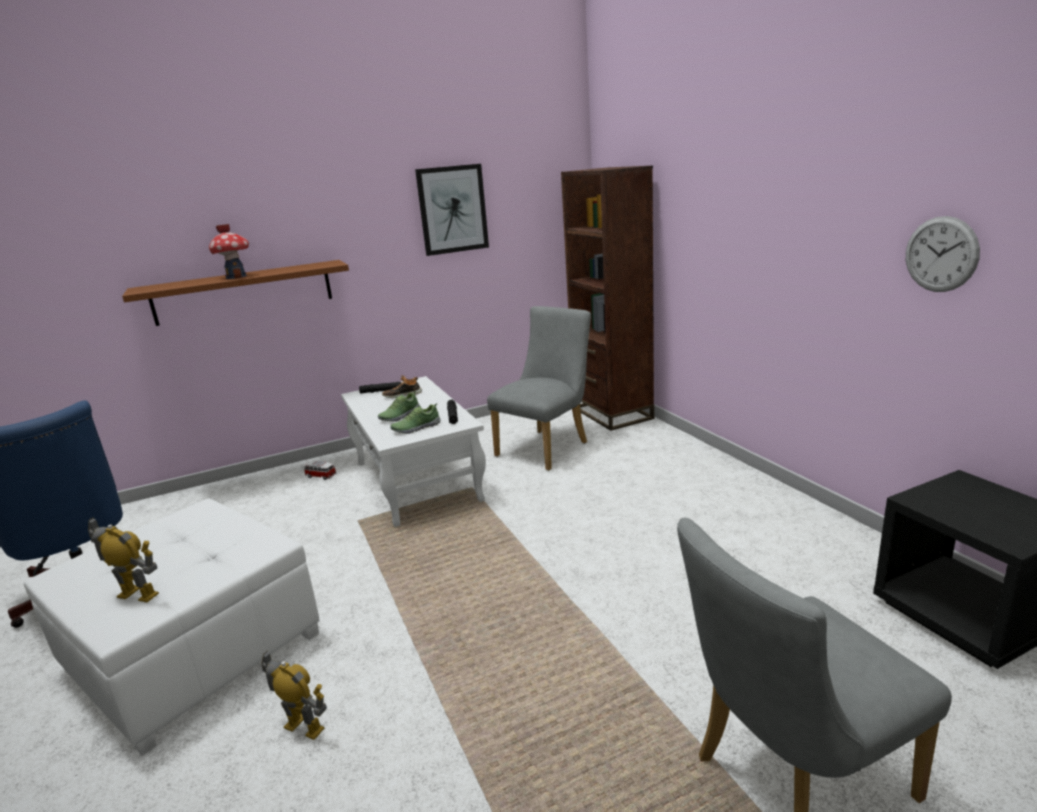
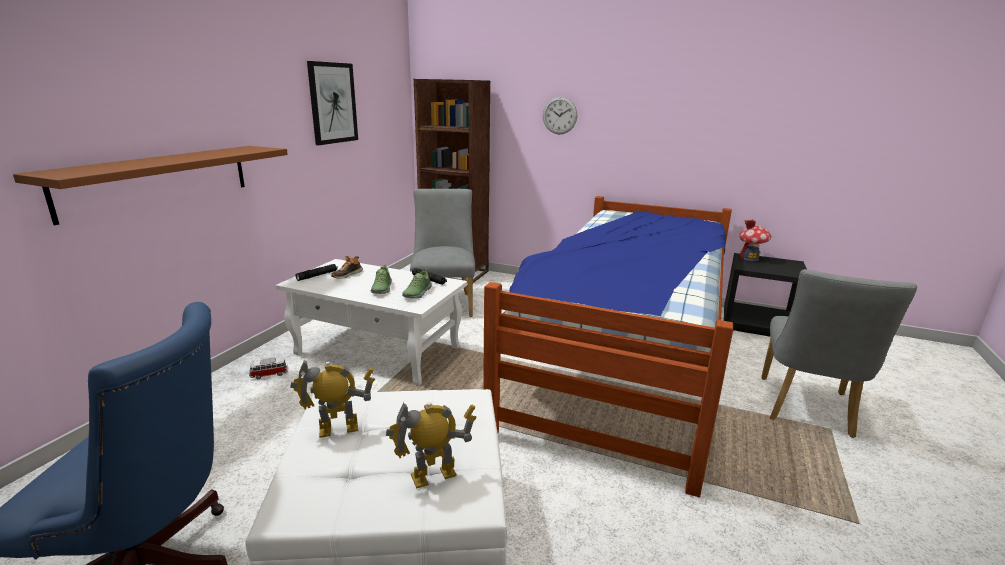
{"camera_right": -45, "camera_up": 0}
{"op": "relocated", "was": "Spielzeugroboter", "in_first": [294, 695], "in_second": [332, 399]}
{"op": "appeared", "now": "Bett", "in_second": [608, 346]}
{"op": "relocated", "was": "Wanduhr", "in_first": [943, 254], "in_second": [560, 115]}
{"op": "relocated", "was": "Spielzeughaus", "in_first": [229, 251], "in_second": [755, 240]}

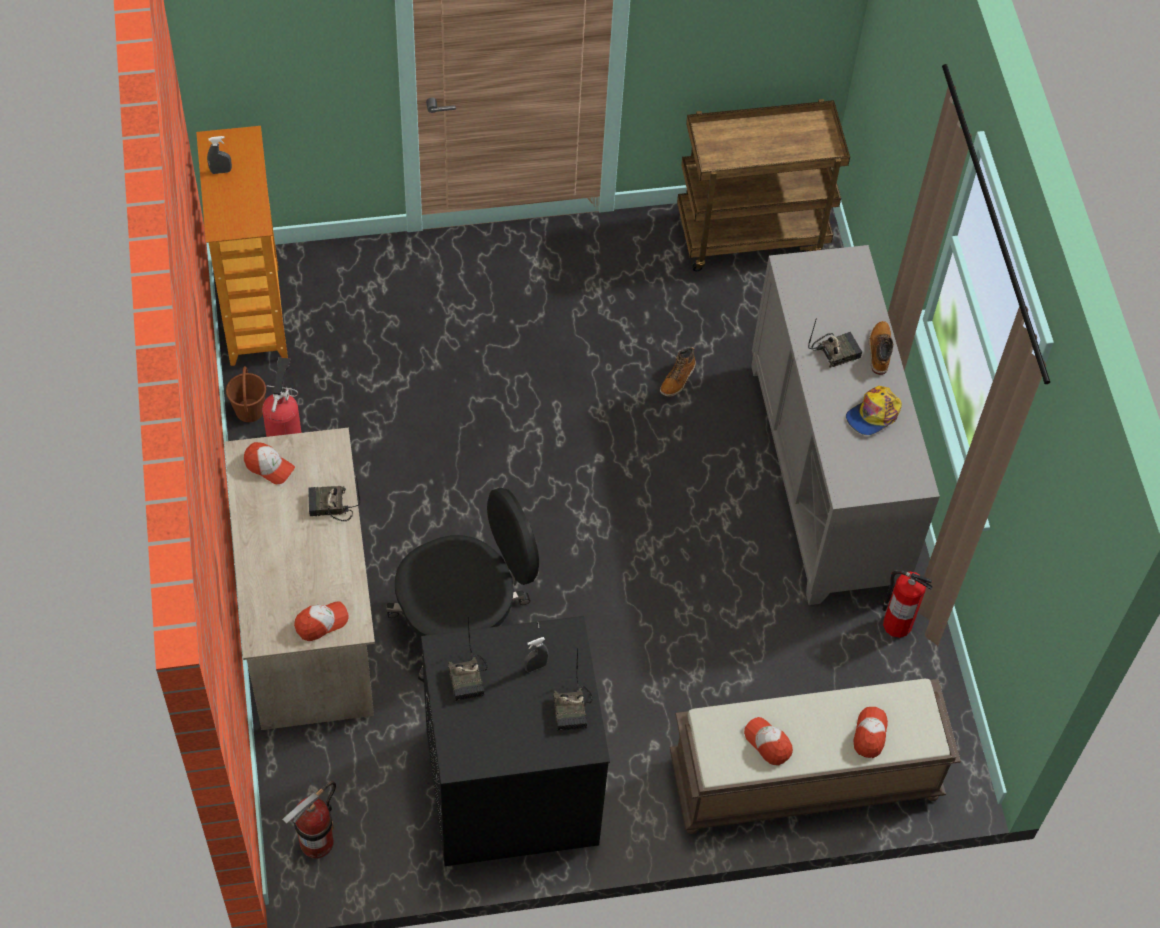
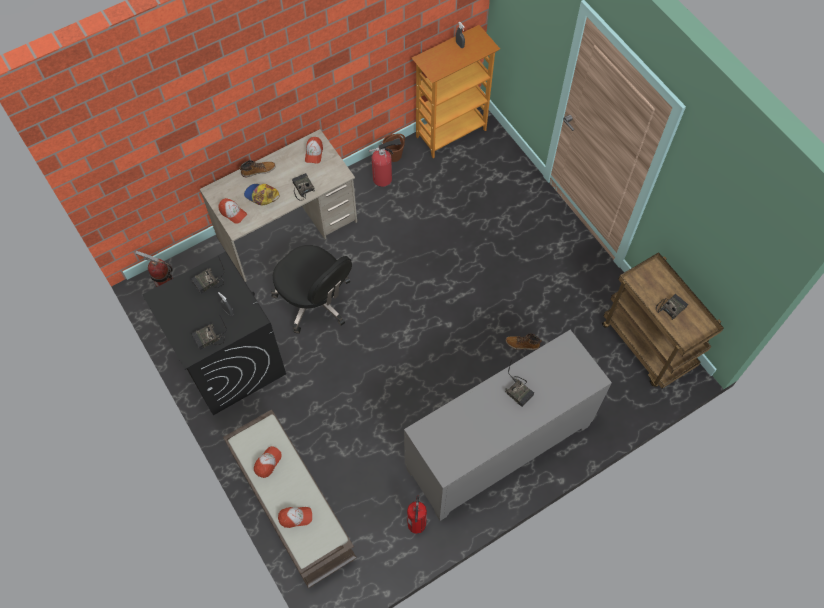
{"camera_right": 70, "camera_up": 5}
{"op": "relocated", "was": "Stiefel", "in_first": [881, 348], "in_second": [257, 168]}
{"op": "relocated", "was": "Kappe", "in_first": [874, 410], "in_second": [262, 194]}
{"op": "appeared", "now": "Radio", "in_second": [672, 307]}

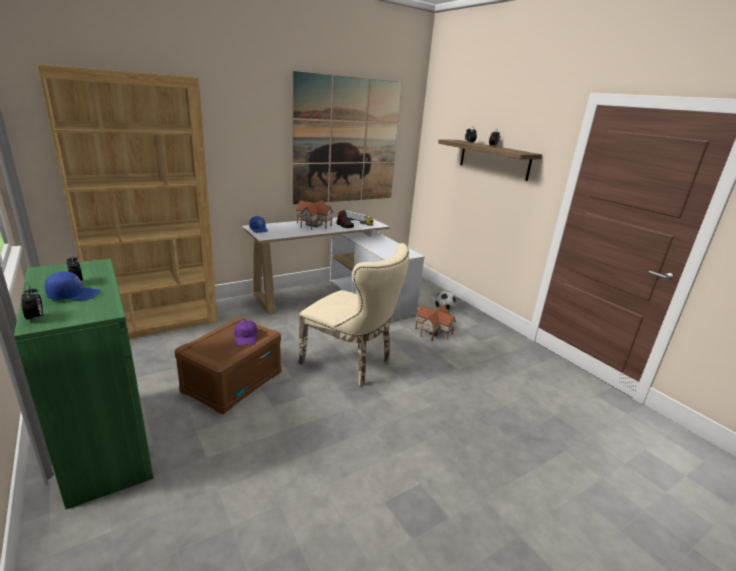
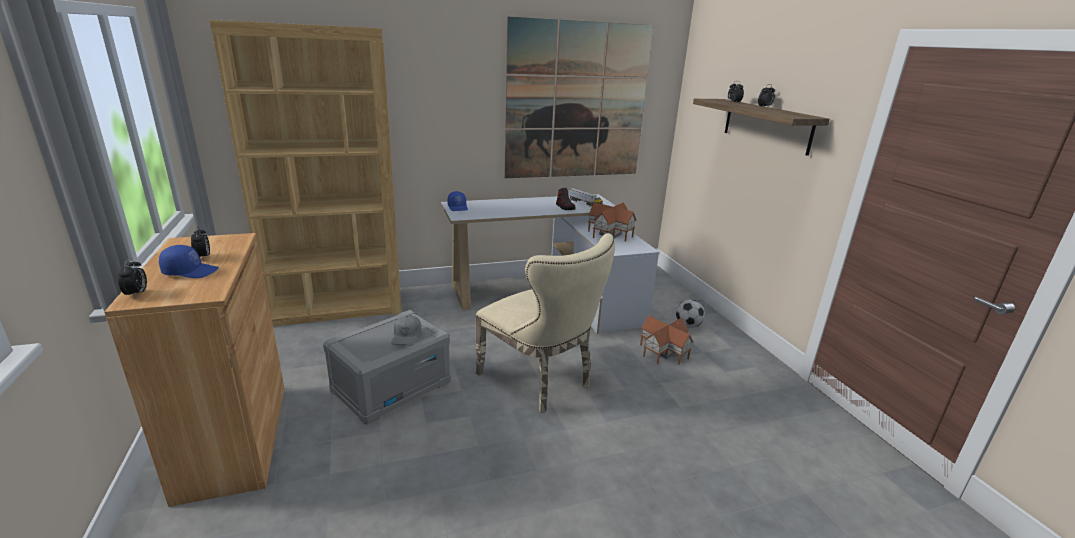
{"camera_right": 15, "camera_up": 0}
{"op": "colour", "was": "Schrank (grün)", "now": "Schrank (braun)", "in_first": [84, 384], "in_second": [194, 370]}
{"op": "colour", "was": "Aufbewahrungsbox (braun)", "now": "Aufbewahrungsbox (grau)", "in_first": [228, 365], "in_second": [387, 367]}
{"op": "colour", "was": "Kappe (lila)", "now": "Kappe (grau)", "in_first": [246, 333], "in_second": [406, 330]}
{"op": "relocated", "was": "Spielzeughaus", "in_first": [314, 215], "in_second": [612, 222]}

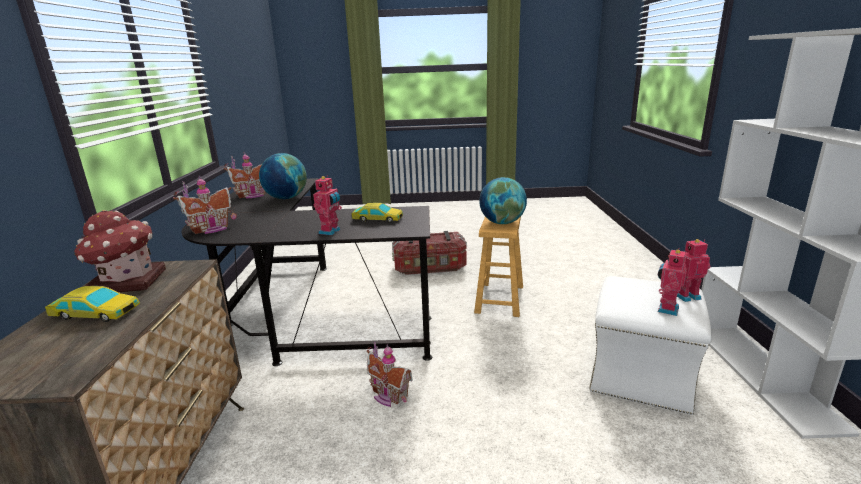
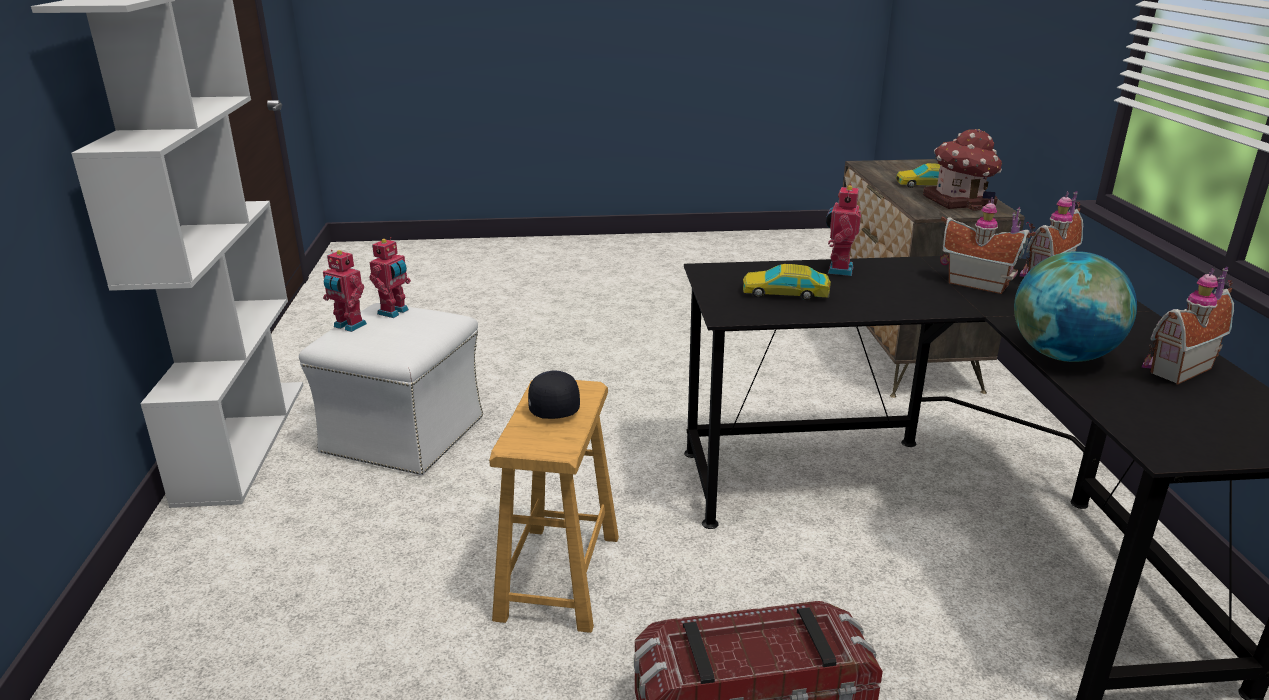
{"camera_right": 175, "camera_up": 5}
{"op": "spun", "was": "Spielzeugroboter", "in_first": [694, 270], "in_second": [345, 291], "clockwise": 45}
{"op": "exchanged", "was": "Globus", "now": "Kappe (schwarz)", "in_first": [503, 200], "in_second": [554, 395]}
{"op": "relocated", "was": "Spielzeughaus", "in_first": [390, 374], "in_second": [988, 246]}

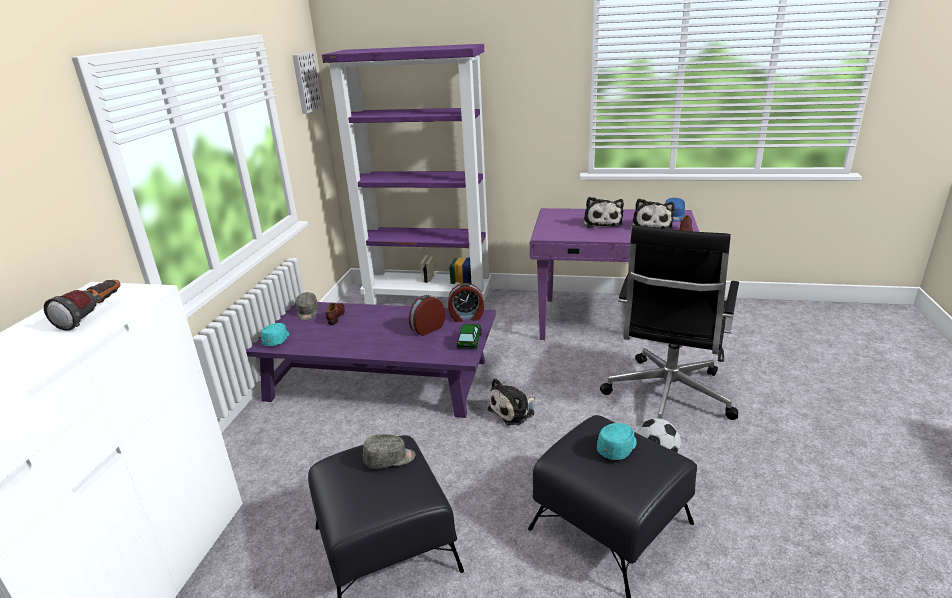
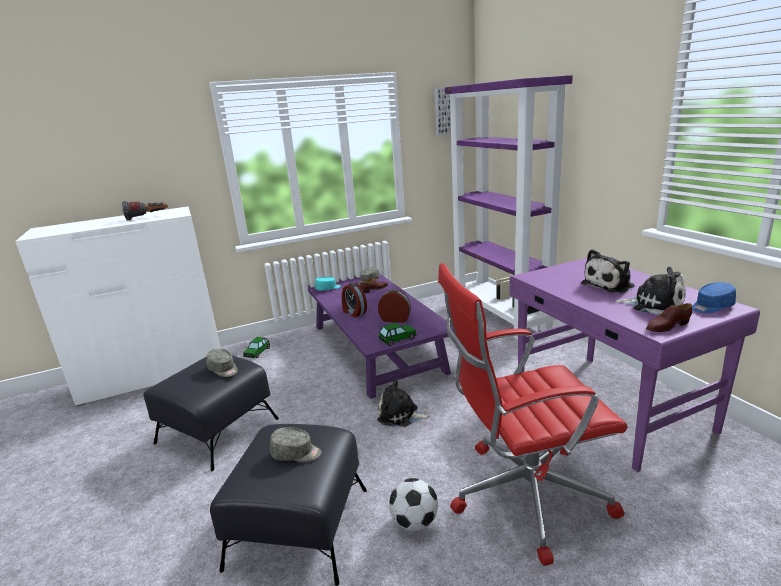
{"camera_right": 55, "camera_up": -5}
{"op": "appeared", "now": "Spielzeugauto", "in_second": [256, 347]}
{"op": "colour", "was": "Kappe (türkis)", "now": "Kappe (grau)", "in_first": [617, 441], "in_second": [295, 444]}
{"op": "relocated", "was": "Wecker", "in_first": [466, 302], "in_second": [354, 300]}
{"op": "colour", "was": "Bürostuhl (schwarz)", "now": "Bürostuhl (rot)", "in_first": [669, 322], "in_second": [533, 414]}
{"op": "spun", "was": "Plüschtier", "in_first": [654, 214], "in_second": [650, 291], "clockwise": -120}

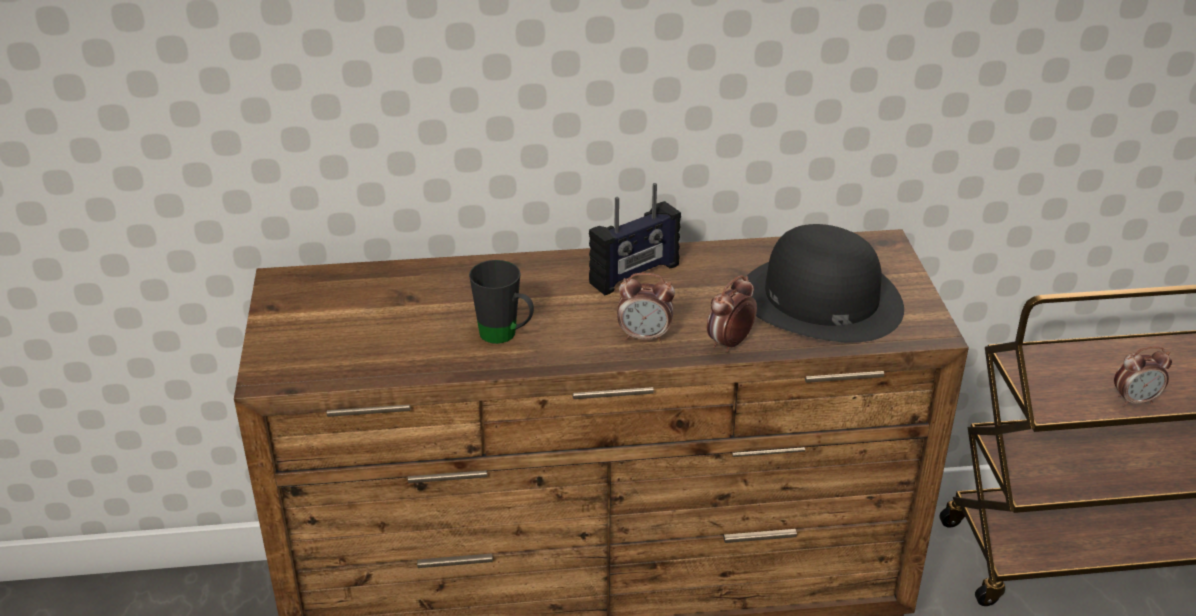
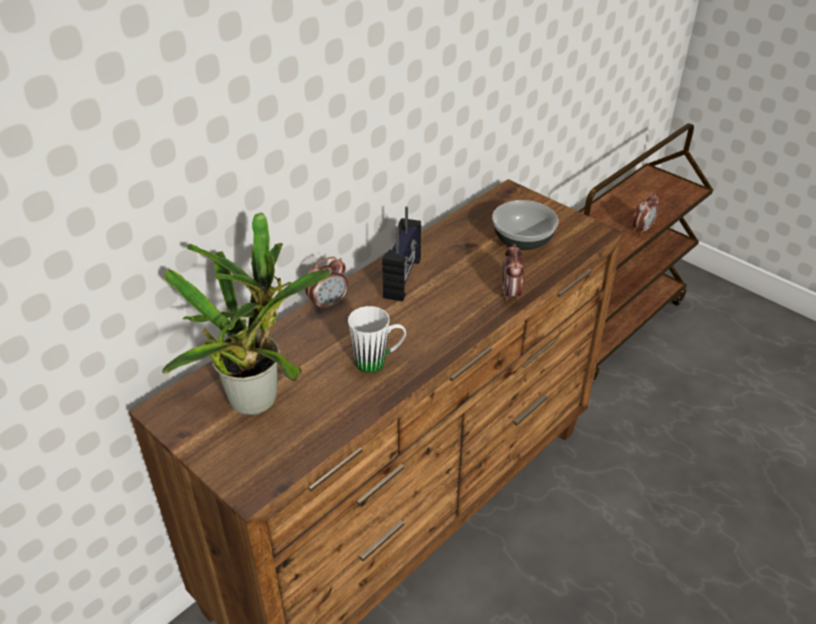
{"camera_right": -40, "camera_up": 5}
{"op": "appeared", "now": "Topfpflanze", "in_second": [246, 313]}
{"op": "relocated", "was": "Wecker", "in_first": [646, 307], "in_second": [326, 284]}
{"op": "colour", "was": "Henkelbecher (schwarz)", "now": "Henkelbecher (weiß)", "in_first": [501, 302], "in_second": [377, 339]}
{"op": "exchanged", "was": "Hut (schwarz)", "now": "Schüssel", "in_first": [825, 283], "in_second": [525, 225]}

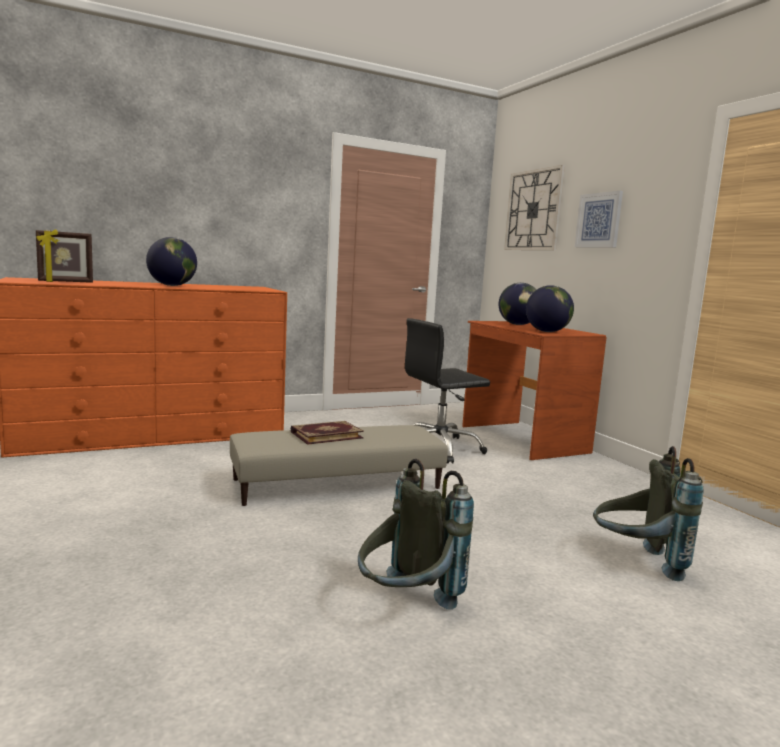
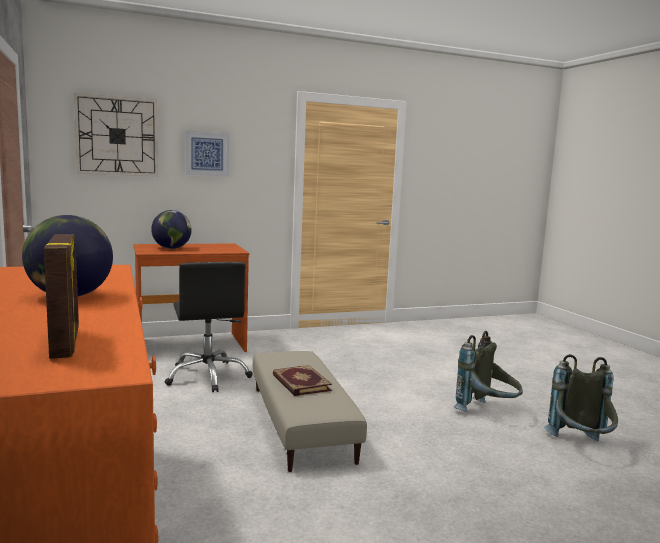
{"camera_right": -85, "camera_up": 0}
{"op": "relocated", "was": "Rucksack (grau)", "in_first": [648, 513], "in_second": [581, 397]}
{"op": "missing", "was": "Globus", "in_first": [550, 308]}

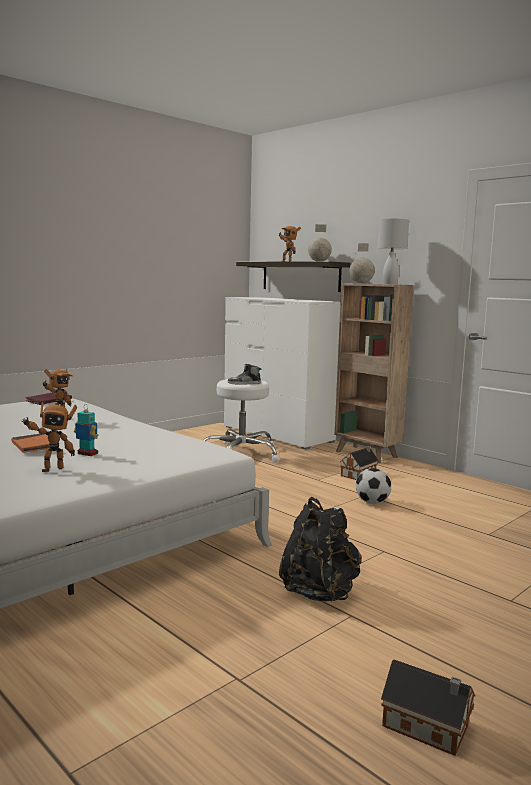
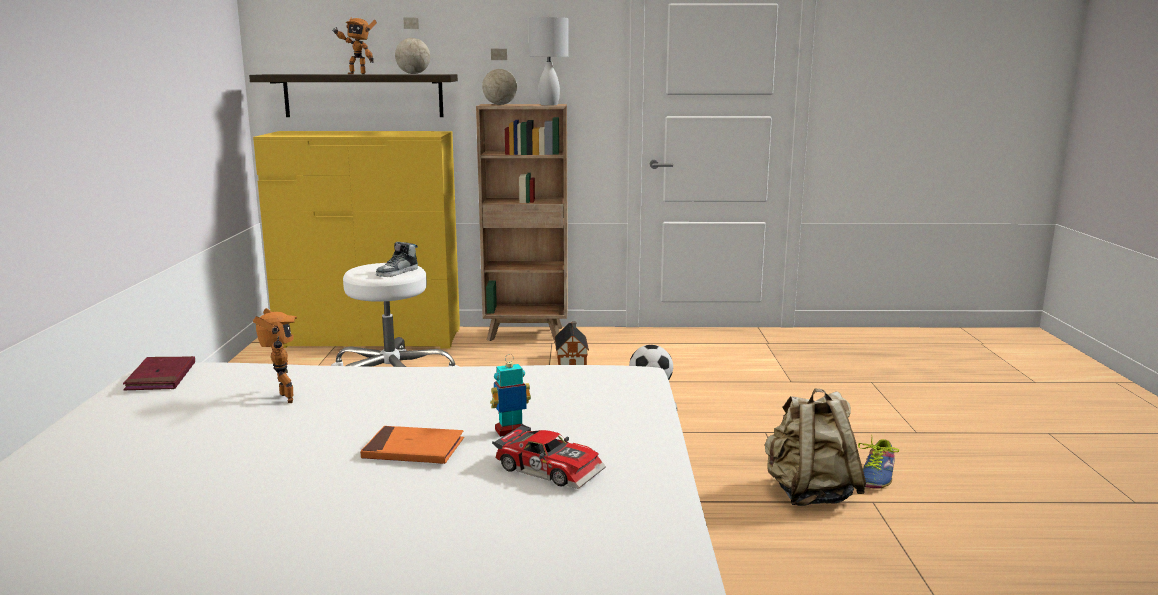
{"camera_right": -45, "camera_up": 5}
{"op": "colour", "was": "Kommode (weiß)", "now": "Kommode (gelb)", "in_first": [282, 373], "in_second": [356, 239]}
{"op": "exchanged", "was": "Spielzeugroboter", "now": "Spielzeugauto", "in_first": [49, 437], "in_second": [549, 456]}
{"op": "colour", "was": "Rucksack (schwarz)", "now": "Rucksack (beige)", "in_first": [320, 549], "in_second": [815, 447]}
{"op": "appeared", "now": "Schuh", "in_second": [878, 461]}
{"op": "missing", "was": "Spielzeughaus", "in_first": [428, 707]}

